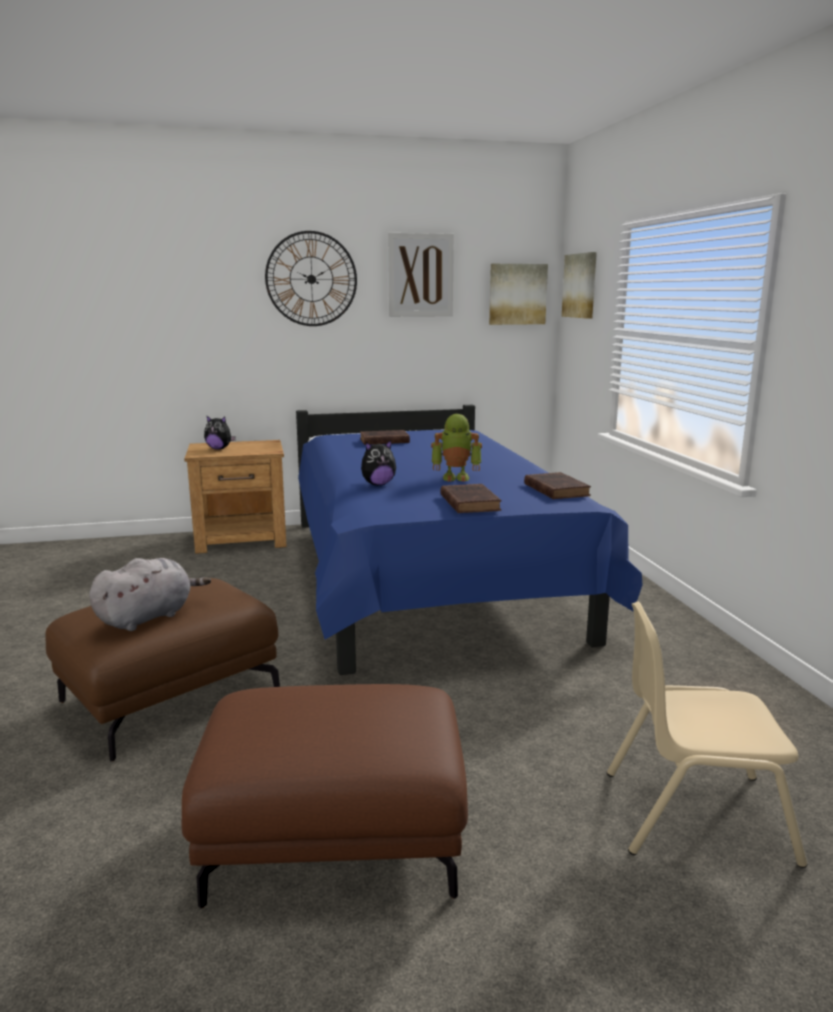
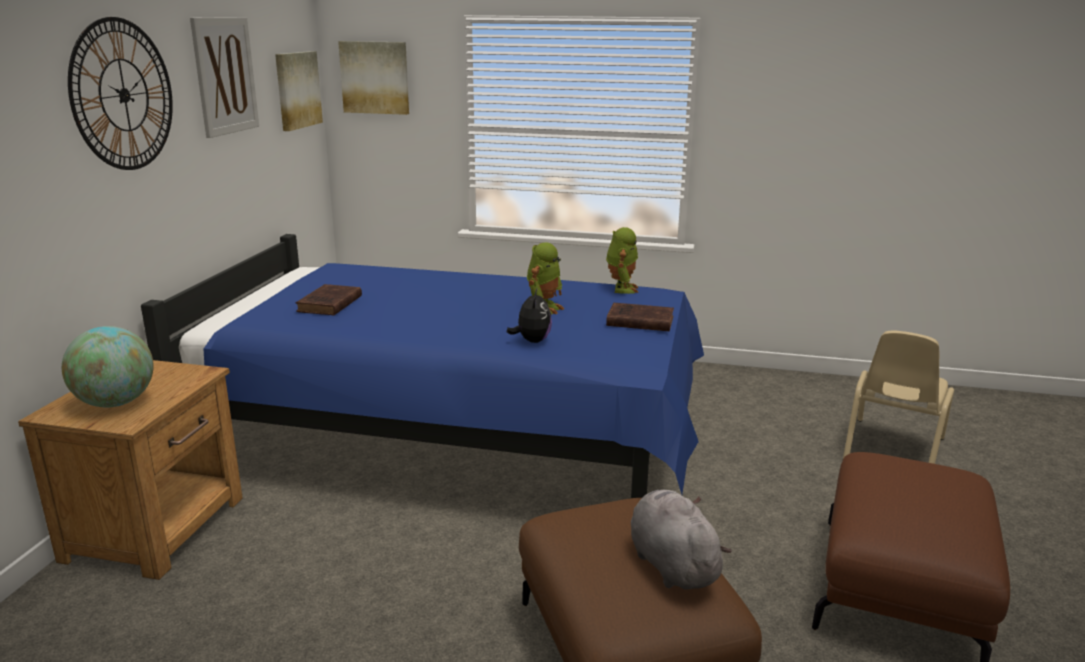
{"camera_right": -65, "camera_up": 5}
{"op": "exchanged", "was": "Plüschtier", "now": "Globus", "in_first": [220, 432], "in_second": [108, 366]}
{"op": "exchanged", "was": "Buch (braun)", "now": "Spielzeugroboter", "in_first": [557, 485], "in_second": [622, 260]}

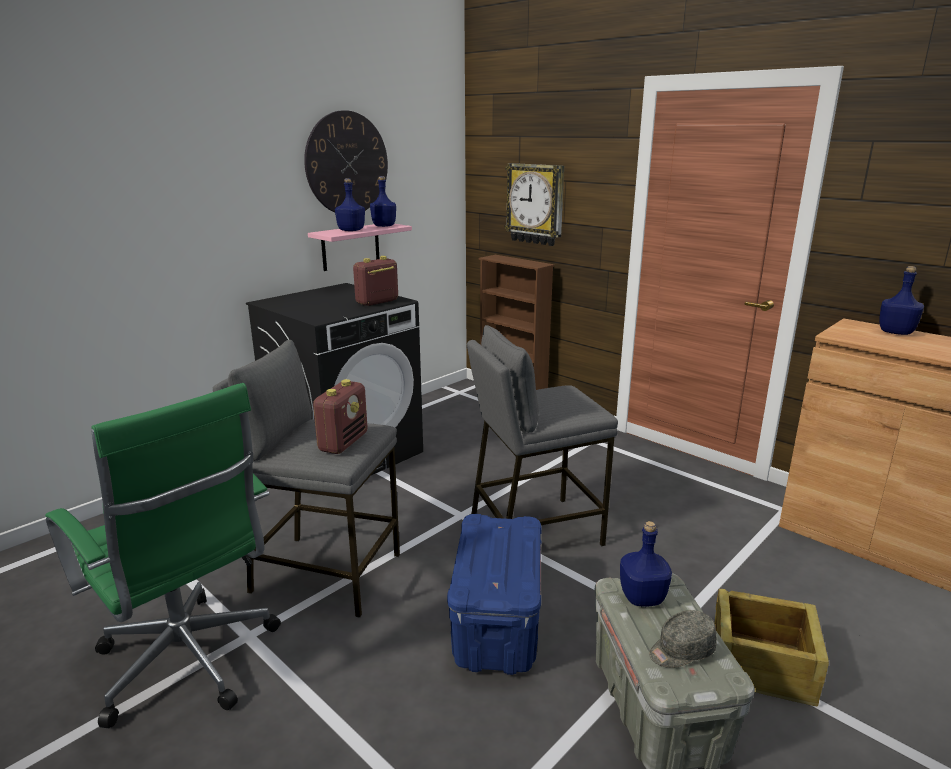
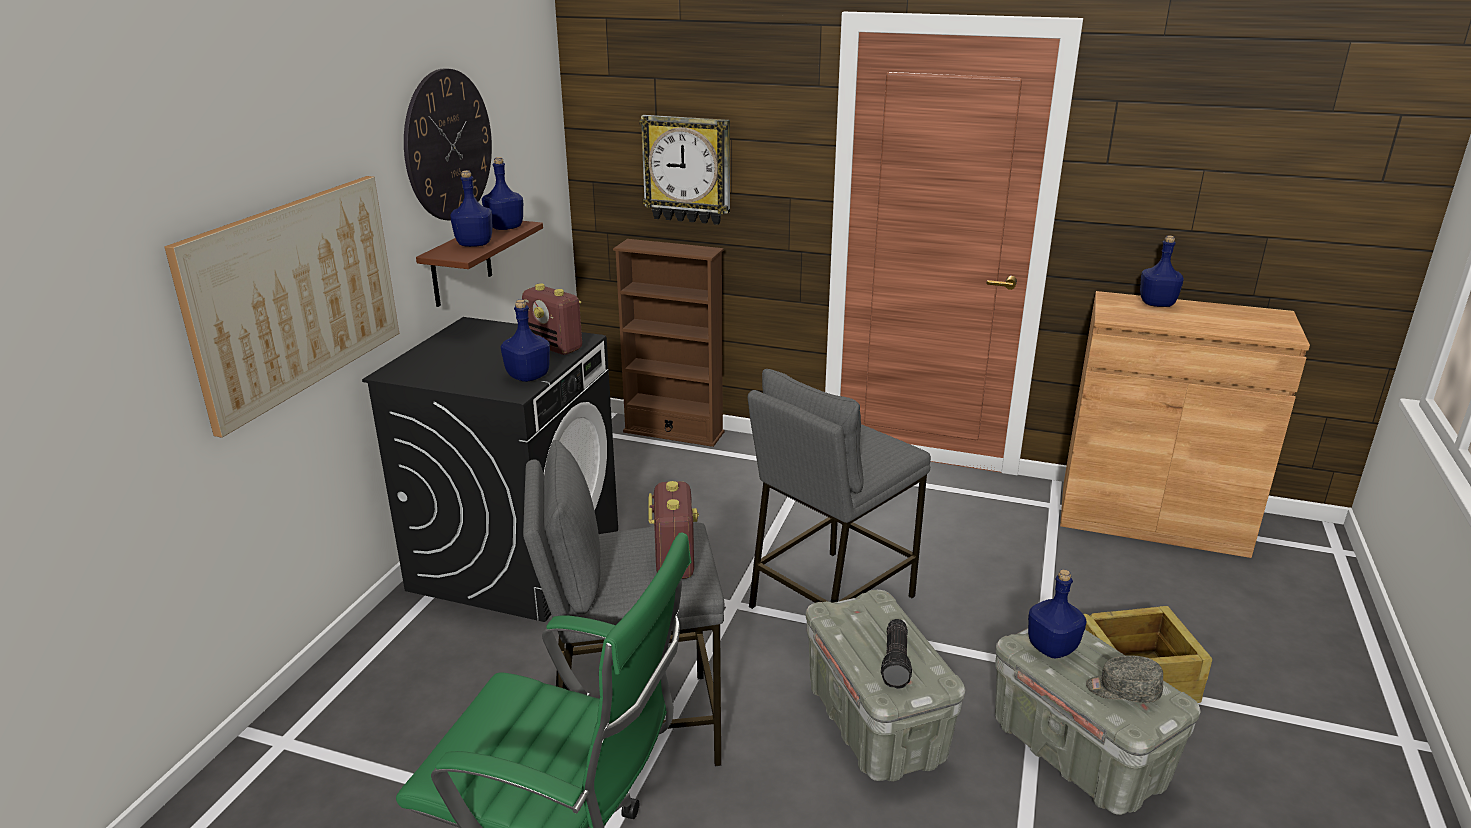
{"camera_right": -25, "camera_up": 5}
{"op": "appeared", "now": "Bild", "in_second": [281, 307]}
{"op": "colour", "was": "Wandregal (rosa)", "now": "Wandregal (braun)", "in_first": [360, 247], "in_second": [479, 264]}
{"op": "appeared", "now": "Flasche (blau)", "in_second": [525, 341]}
{"op": "spun", "was": "Radio", "in_first": [375, 281], "in_second": [552, 319], "clockwise": -75}
{"op": "colour", "was": "Aufbewahrungsbox (blau)", "now": "Aufbewahrungsbox (grau)", "in_first": [494, 594], "in_second": [885, 686]}
{"op": "appeared", "now": "Taschenlampe", "in_second": [896, 654]}
{"op": "spun", "was": "Kappe (grau)", "in_first": [683, 639], "in_second": [1124, 679], "clockwise": 60}

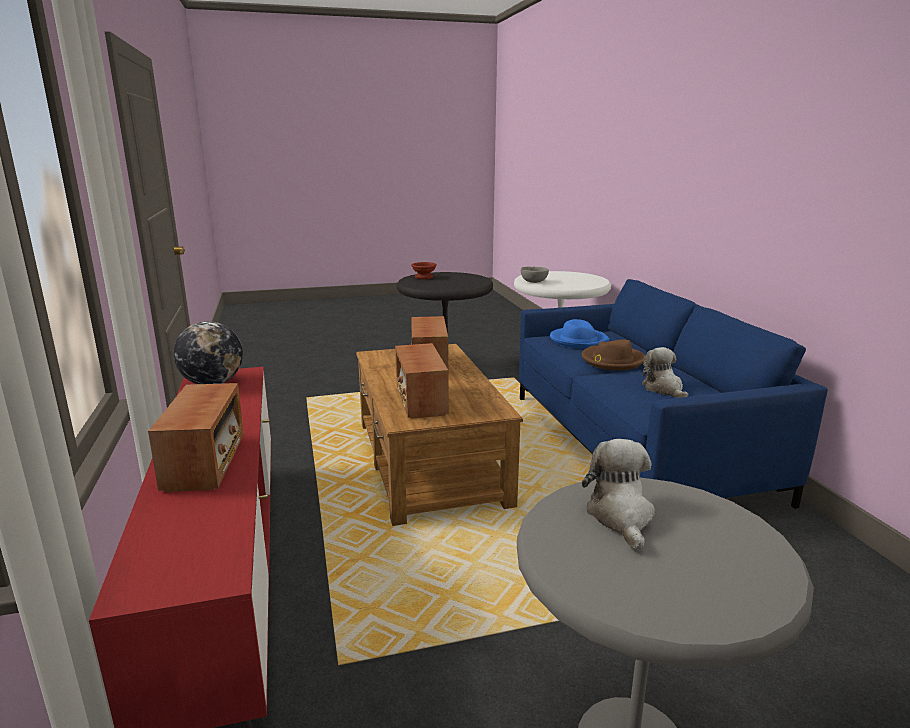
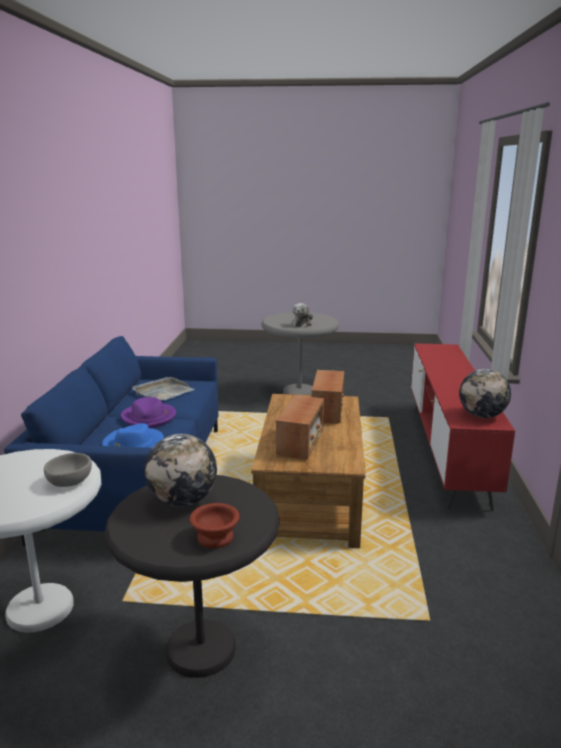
{"camera_right": -160, "camera_up": 0}
{"op": "colour", "was": "Hut (braun)", "now": "Hut (lila)", "in_first": [613, 354], "in_second": [148, 412]}
{"op": "exchanged", "was": "Plüschtier", "now": "Tablett (grau)", "in_first": [665, 372], "in_second": [163, 388]}
{"op": "appeared", "now": "Globus", "in_second": [180, 470]}
{"op": "missing", "was": "Radio", "in_first": [196, 437]}

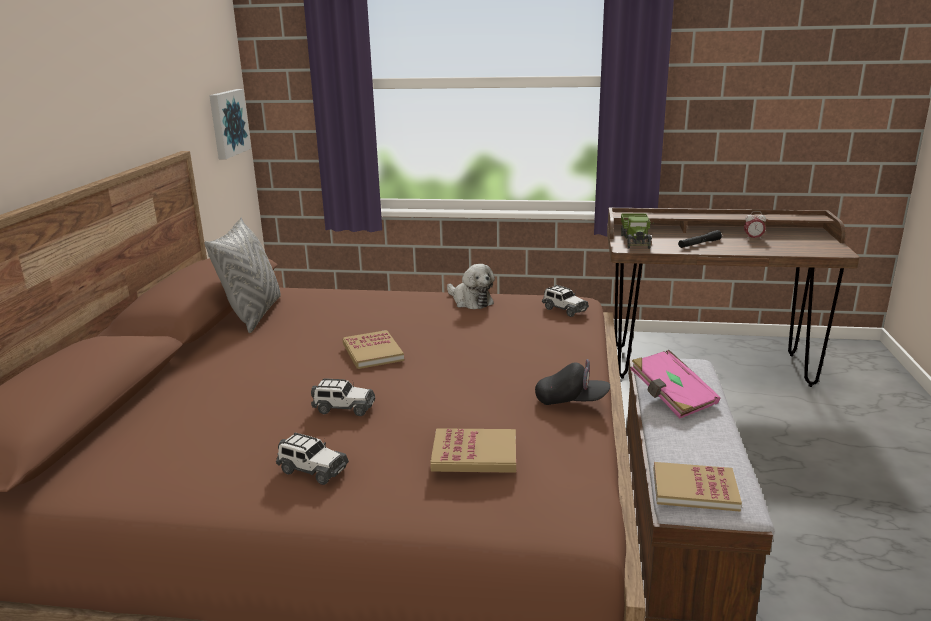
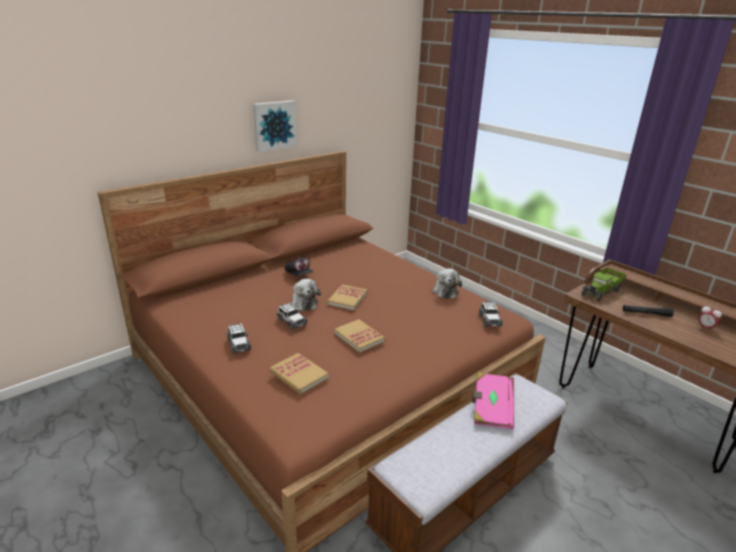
{"camera_right": 40, "camera_up": 5}
{"op": "relocated", "was": "Bild", "in_first": [230, 124], "in_second": [275, 126]}
{"op": "relocated", "was": "Kappe (schwarz)", "in_first": [572, 382], "in_second": [299, 267]}
{"op": "appeared", "now": "Plüschtier", "in_second": [306, 295]}
{"op": "relocated", "was": "Buch", "in_first": [698, 487], "in_second": [359, 336]}
{"op": "missing", "was": "Kissen (grau)", "in_first": [242, 275]}

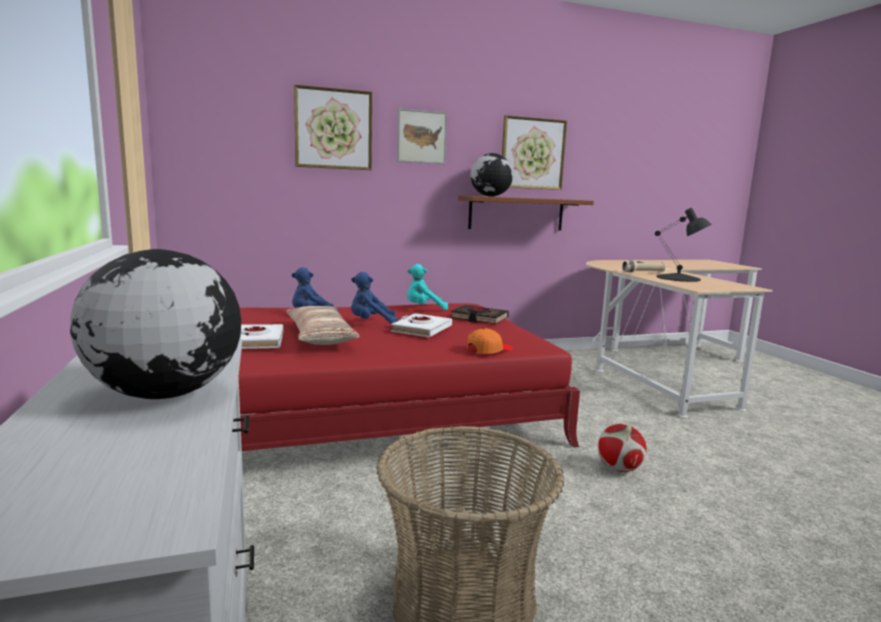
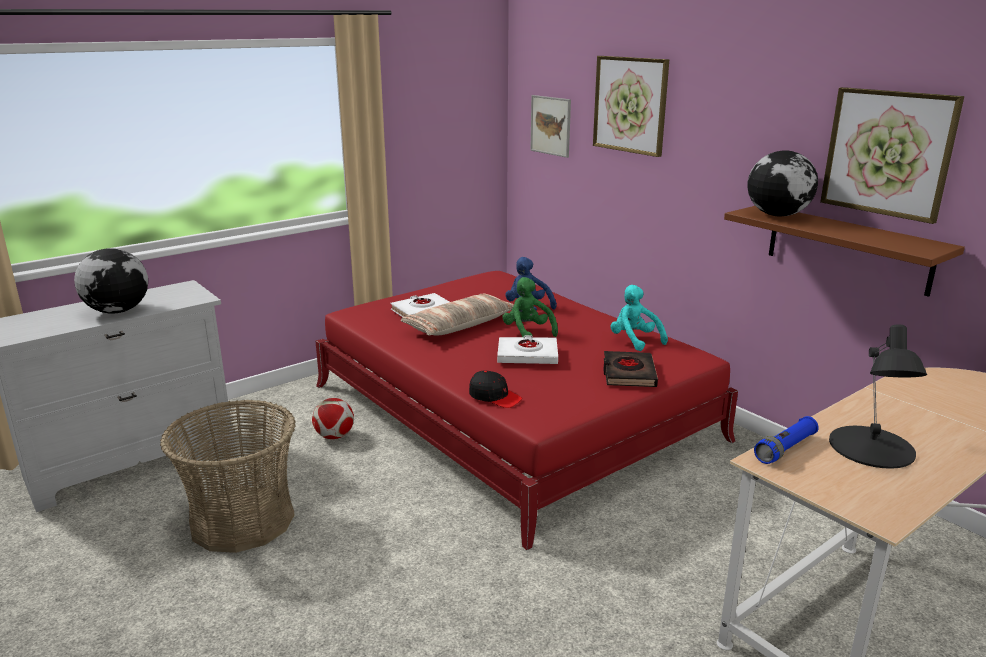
{"camera_right": 70, "camera_up": 10}
{"op": "relocated", "was": "Fußball", "in_first": [622, 448], "in_second": [333, 418]}
{"op": "colour", "was": "Kappe (orange)", "now": "Kappe (schwarz)", "in_first": [490, 341], "in_second": [496, 389]}
{"op": "colour", "was": "Plüschtier (blau)", "now": "Plüschtier (grün)", "in_first": [374, 298], "in_second": [530, 307]}
{"op": "relocated", "was": "Bild", "in_first": [422, 136], "in_second": [550, 126]}
{"op": "appeared", "now": "Taschenlampe (blau)", "in_second": [786, 440]}
{"op": "missing", "was": "Taschenlampe (beige)", "in_first": [643, 266]}

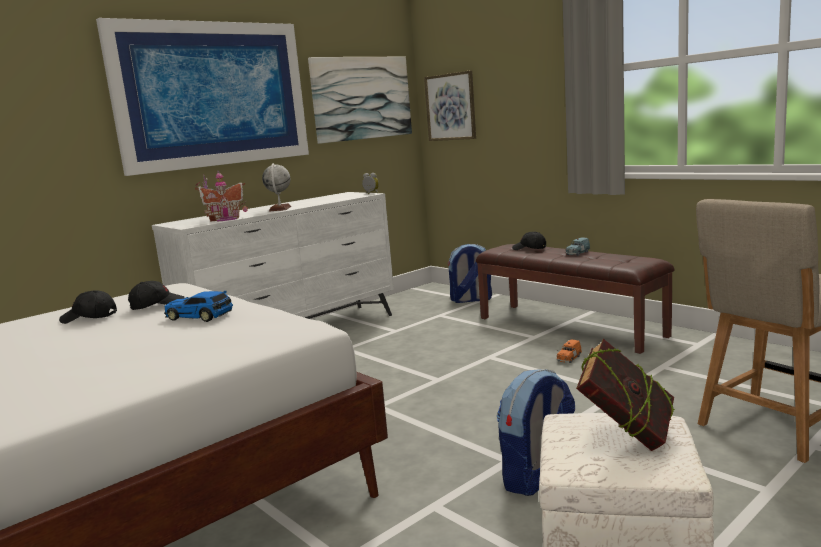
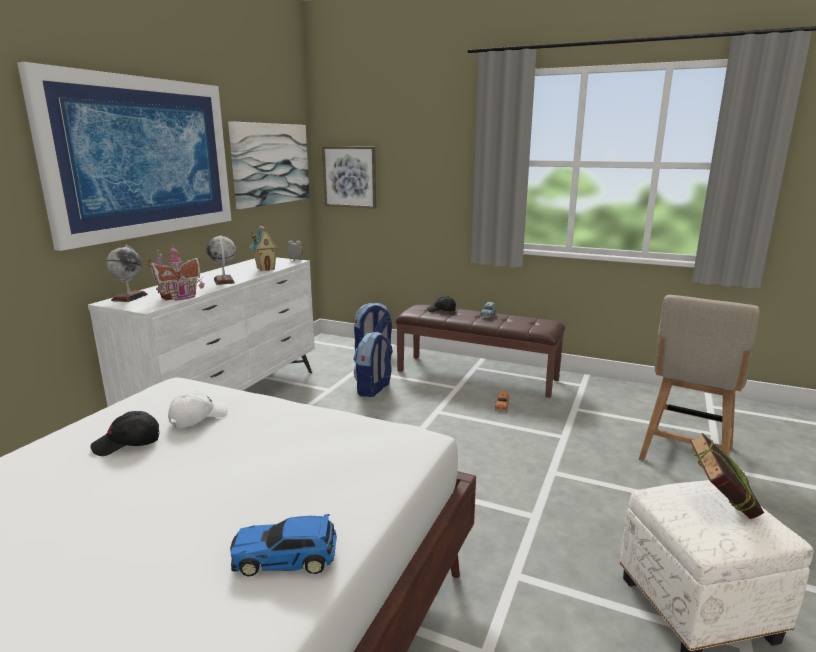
{"camera_right": -25, "camera_up": 5}
{"op": "appeared", "now": "Globus", "in_second": [127, 273]}
{"op": "colour", "was": "Kappe (schwarz)", "now": "Kappe (weiß)", "in_first": [156, 295], "in_second": [198, 409]}
{"op": "relocated", "was": "Spielzeugauto", "in_first": [198, 306], "in_second": [283, 545]}
{"op": "appeared", "now": "Spielzeughaus", "in_second": [264, 248]}
{"op": "relocated", "was": "Rucksack", "in_first": [536, 432], "in_second": [373, 364]}

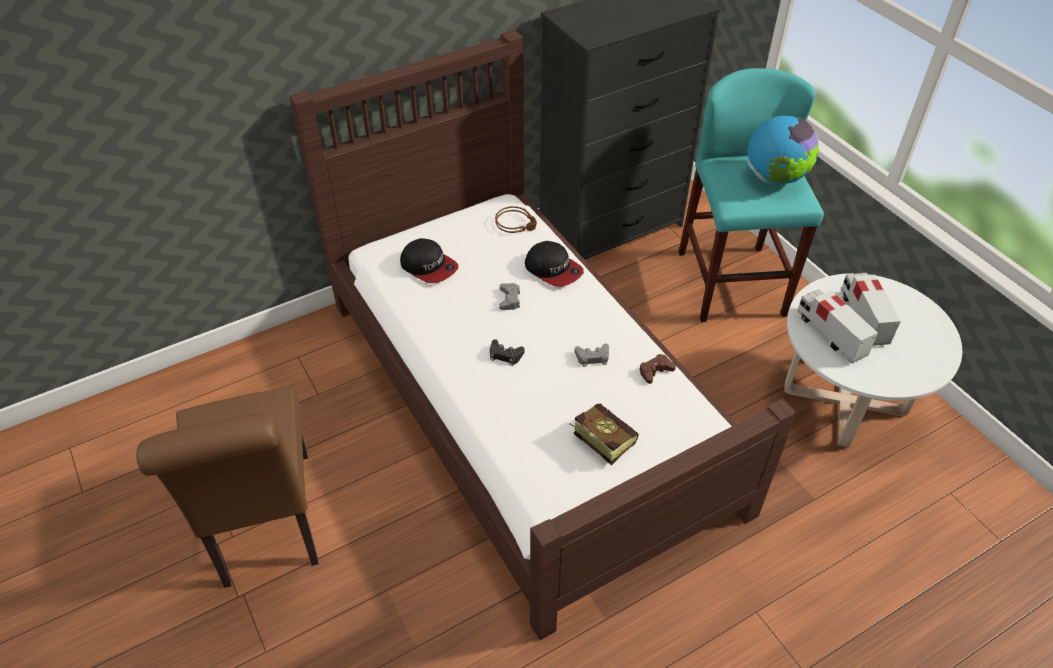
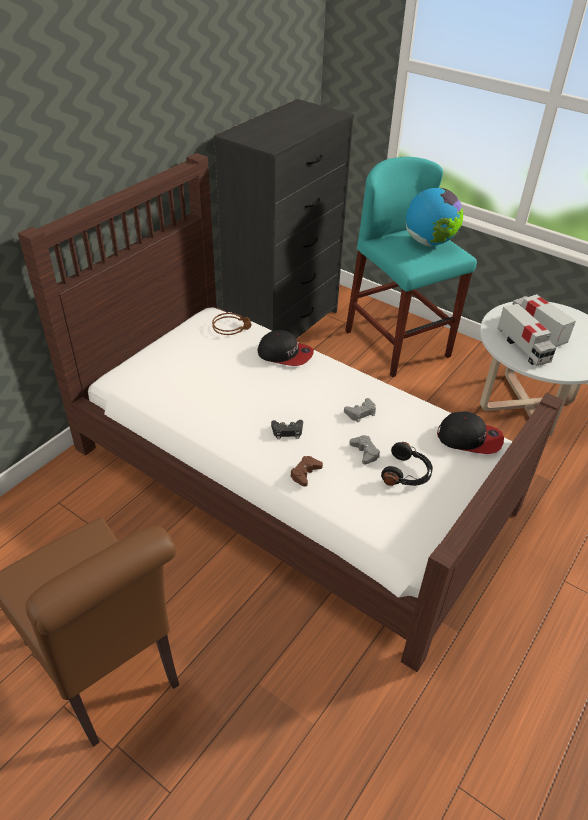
{"camera_right": -25, "camera_up": -5}
{"op": "relocated", "was": "Gamepad (braun)", "in_first": [657, 369], "in_second": [306, 471]}
{"op": "relocated", "was": "Gamepad (grau)", "in_first": [509, 296], "in_second": [364, 450]}
{"op": "exchanged", "was": "Buch", "now": "Kopfhörer (schwarz)", "in_first": [604, 434], "in_second": [407, 464]}
{"op": "relocated", "was": "Kappe", "in_first": [429, 260], "in_second": [470, 433]}
{"op": "spun", "was": "Spielzeuglaster", "in_first": [837, 326], "in_second": [526, 335], "clockwise": -150}

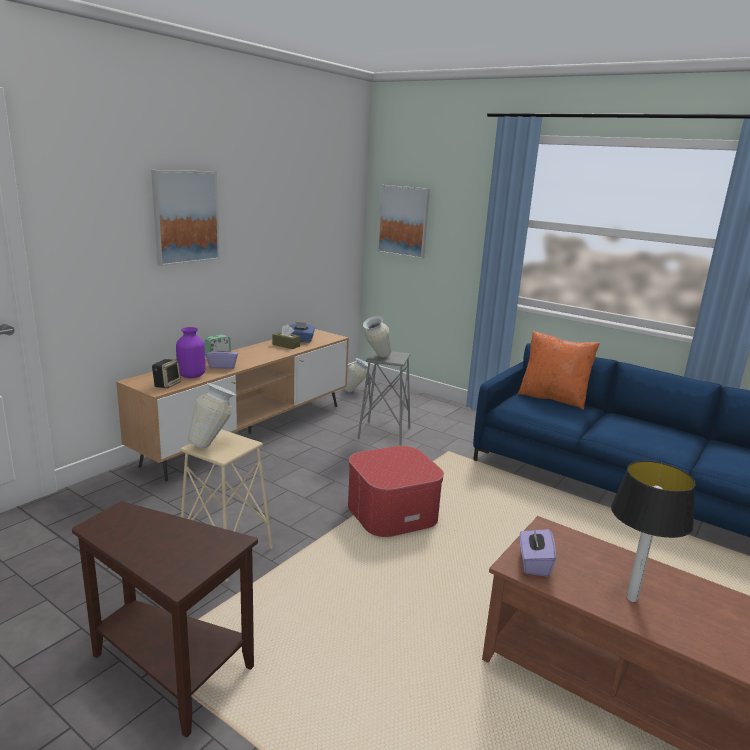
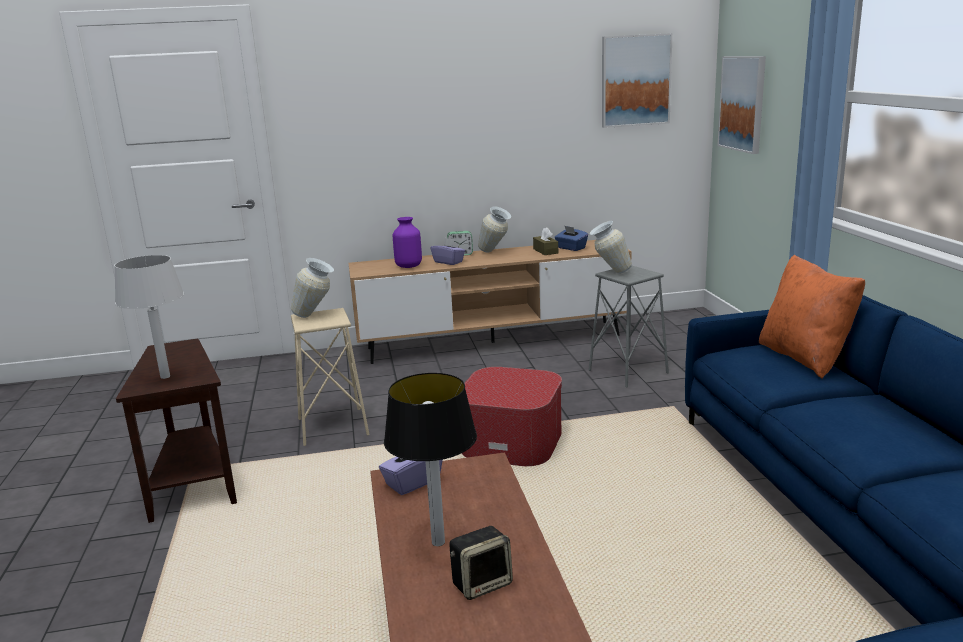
{"camera_right": 45, "camera_up": 0}
{"op": "appeared", "now": "Tischlampe (grau)", "in_second": [149, 317]}
{"op": "relocated", "was": "Lautsprecher", "in_first": [166, 374], "in_second": [481, 563]}
{"op": "relocated", "was": "Vase", "in_first": [355, 375], "in_second": [494, 229]}
{"op": "relocated", "was": "Bild", "in_first": [185, 218], "in_second": [637, 80]}

